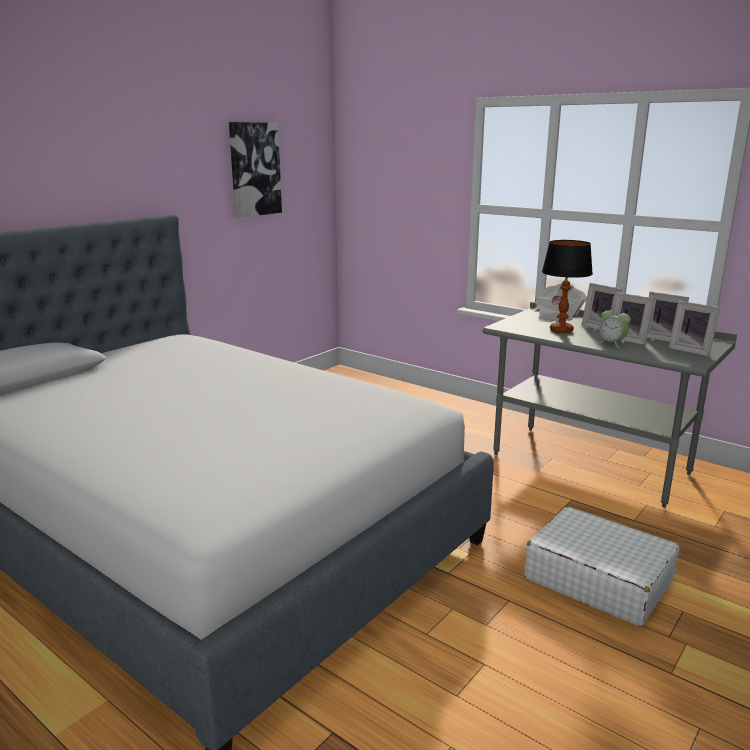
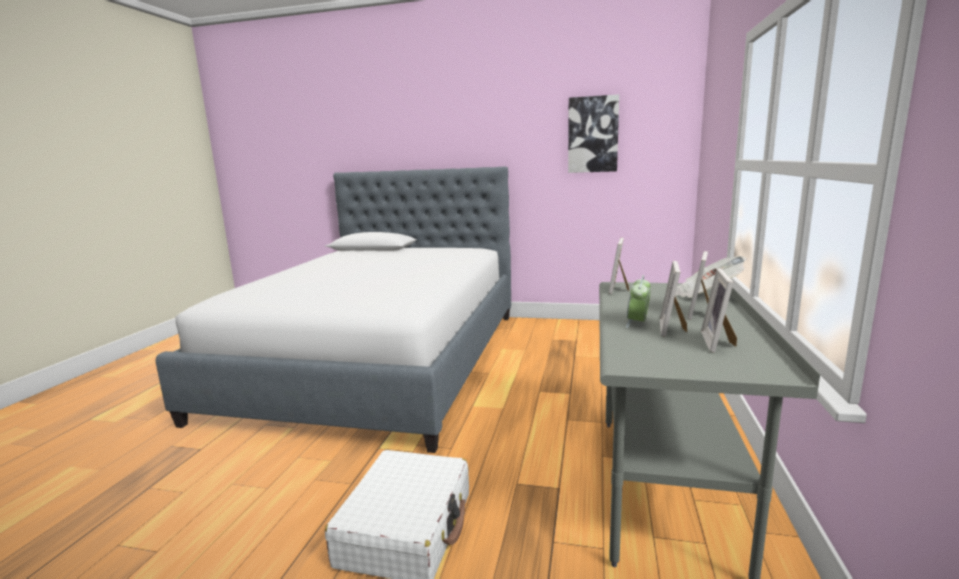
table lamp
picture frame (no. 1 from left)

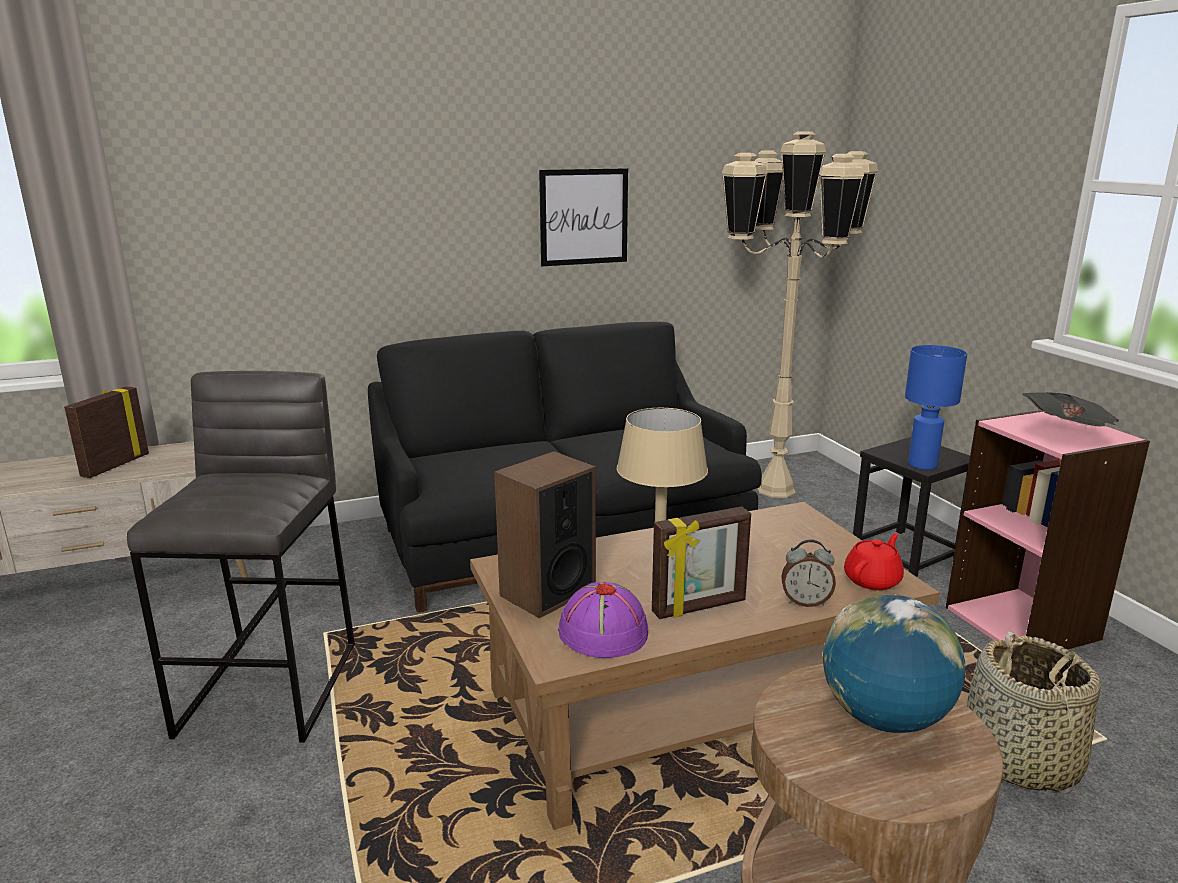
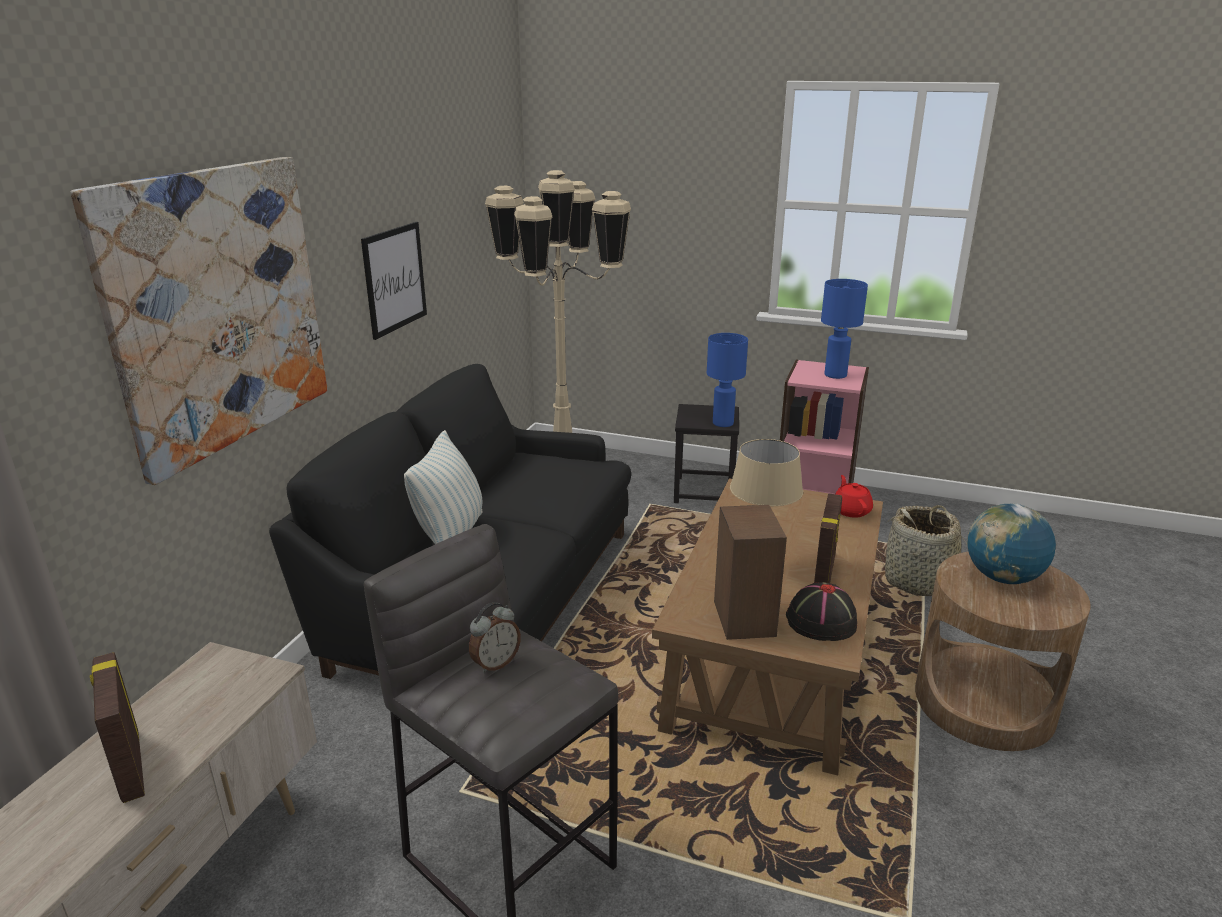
picture (no. 1 from left)
pillow
alarm clock
blue table lamp (no. 2 from left)
black hat

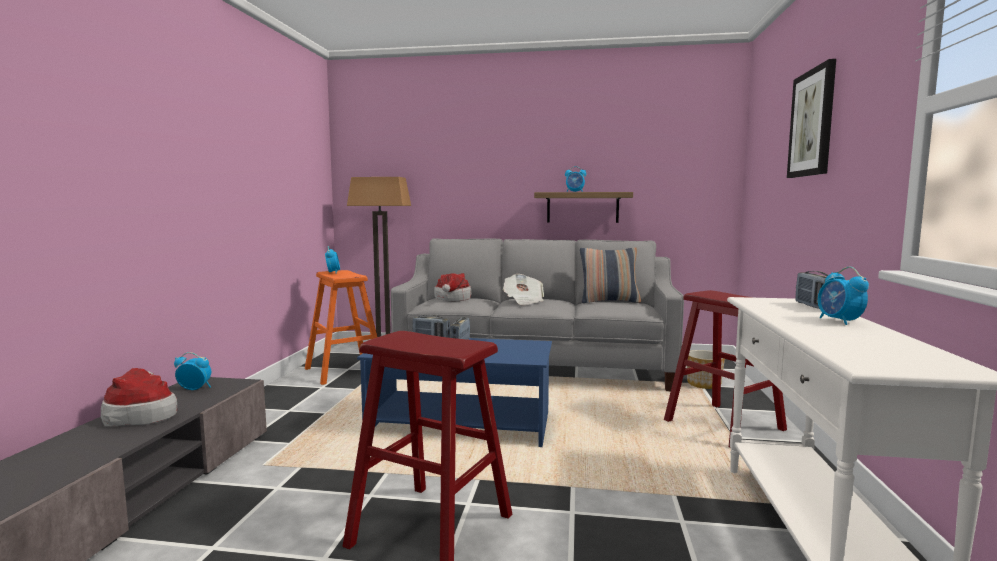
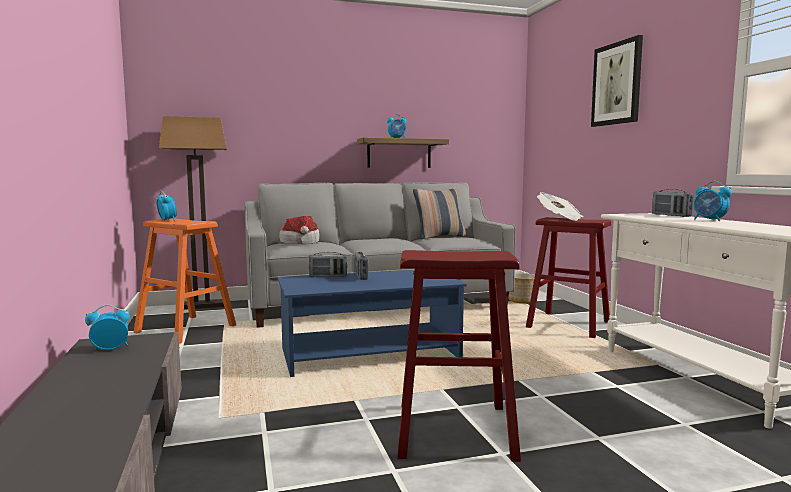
hat (no. 1 from left in the first image)
newspaper

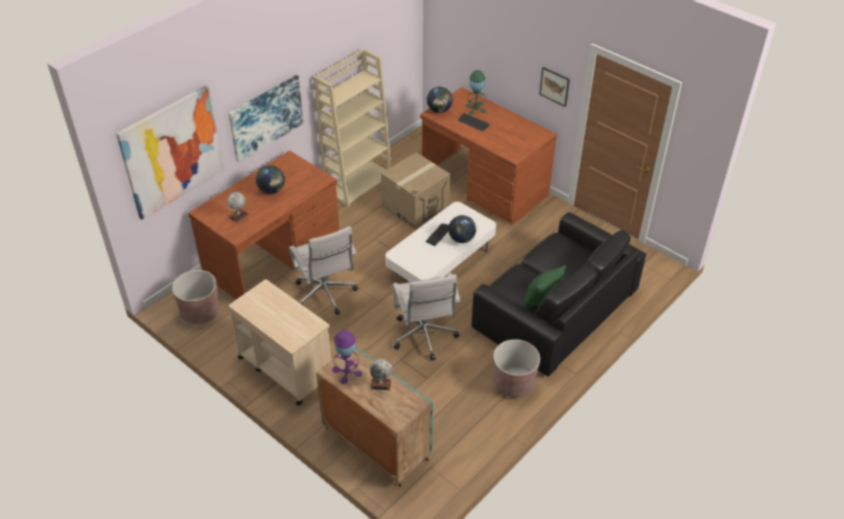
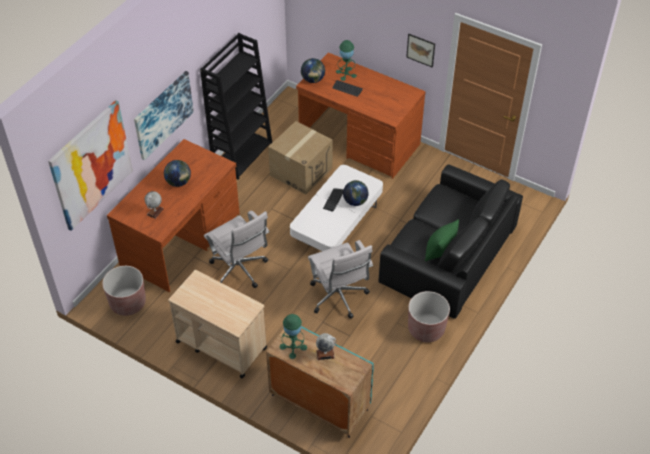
black bookcase
green table lamp (no. 1 from left)

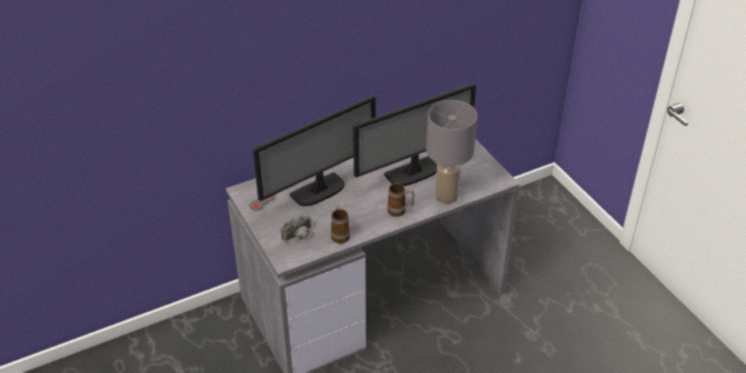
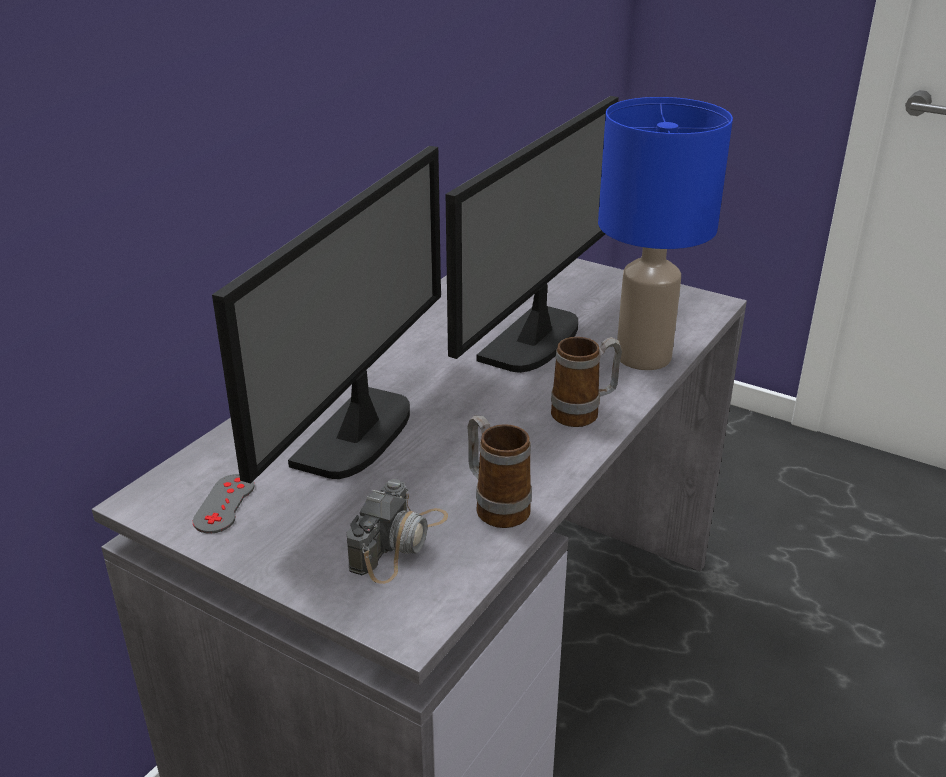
blue table lamp

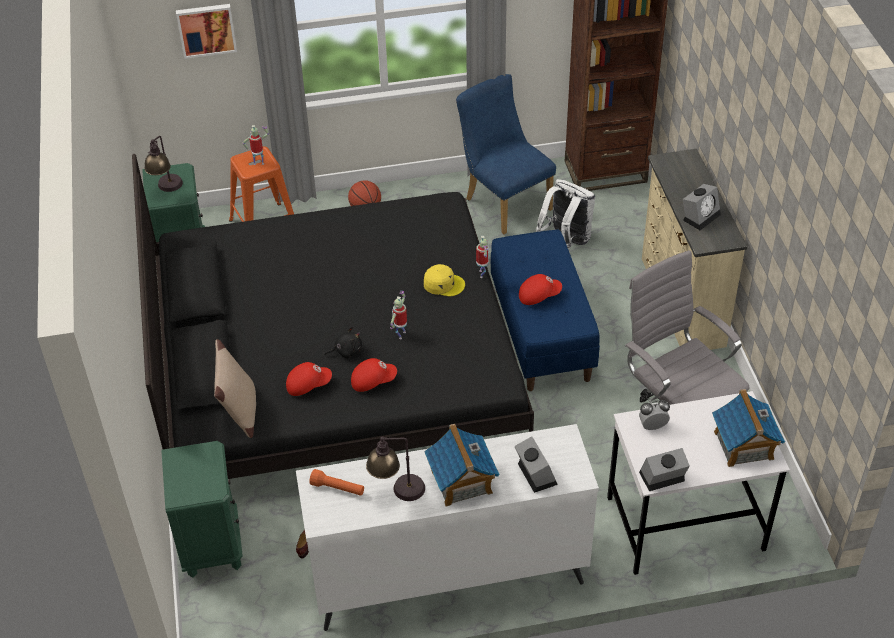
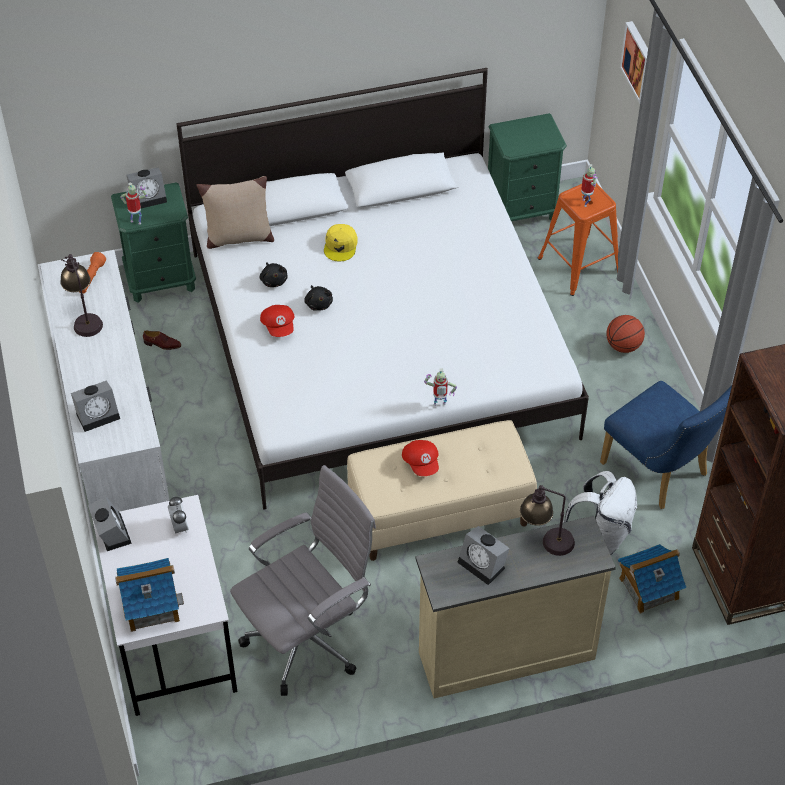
alarm clock (no. 3 from left)
table lamp (no. 2 from left)
toy robot (no. 1 from left)
yellow cap
toy house (no. 2 from left)
black plush toy (no. 1 from left)
white bed
beige bench
blue chair

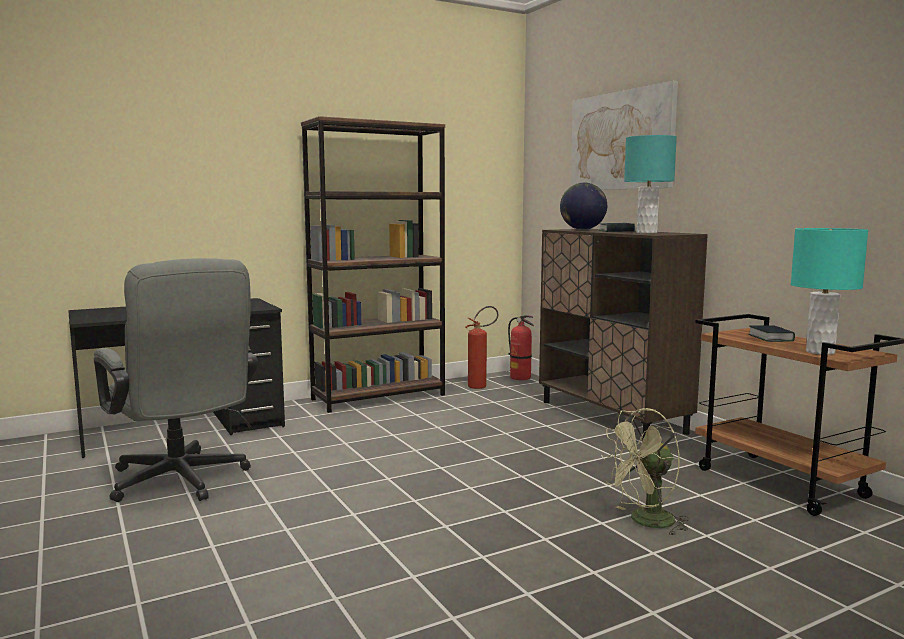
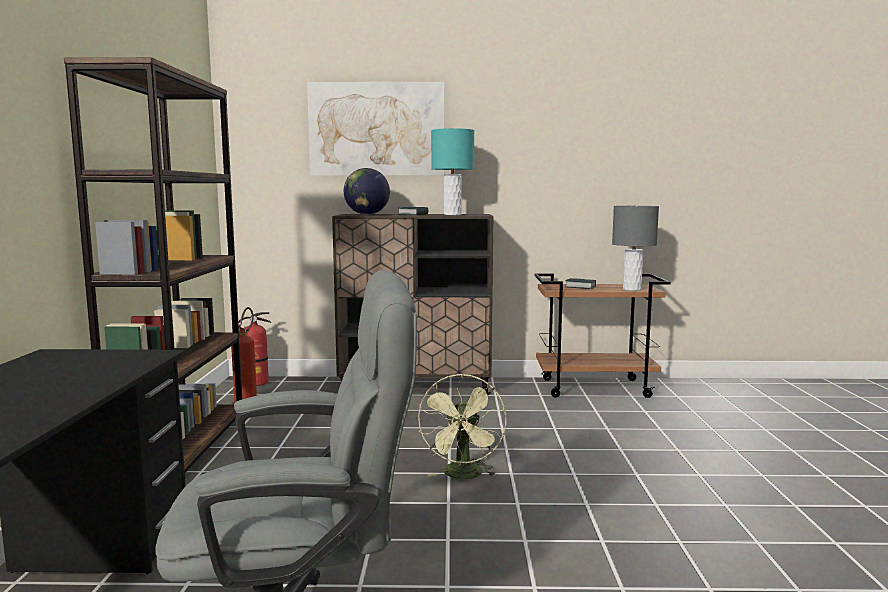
green fan
grey table lamp

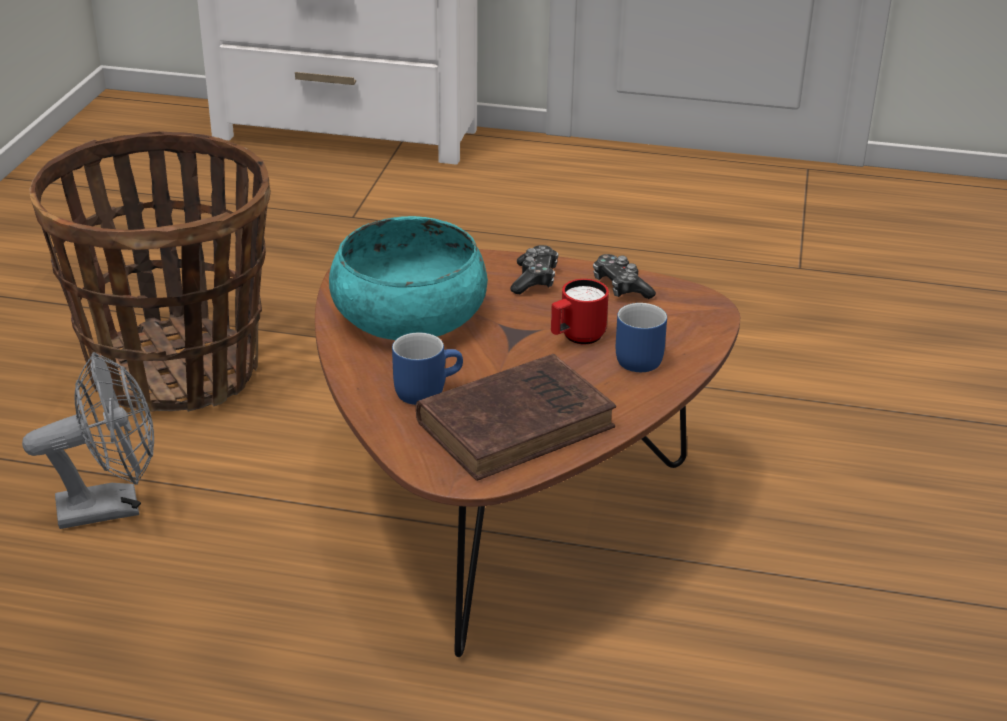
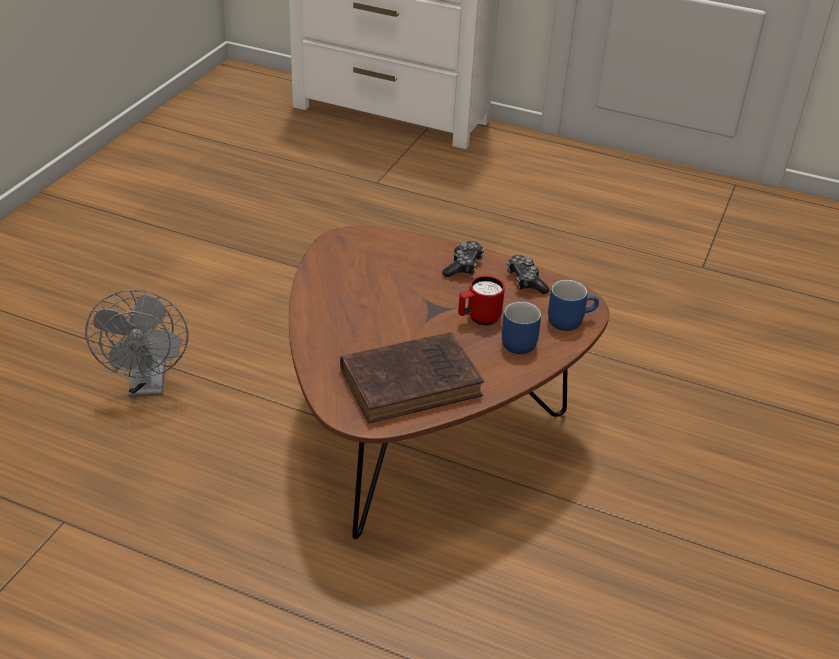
basket
turquoise bowl
blue mug (no. 2 from left)
grey fan

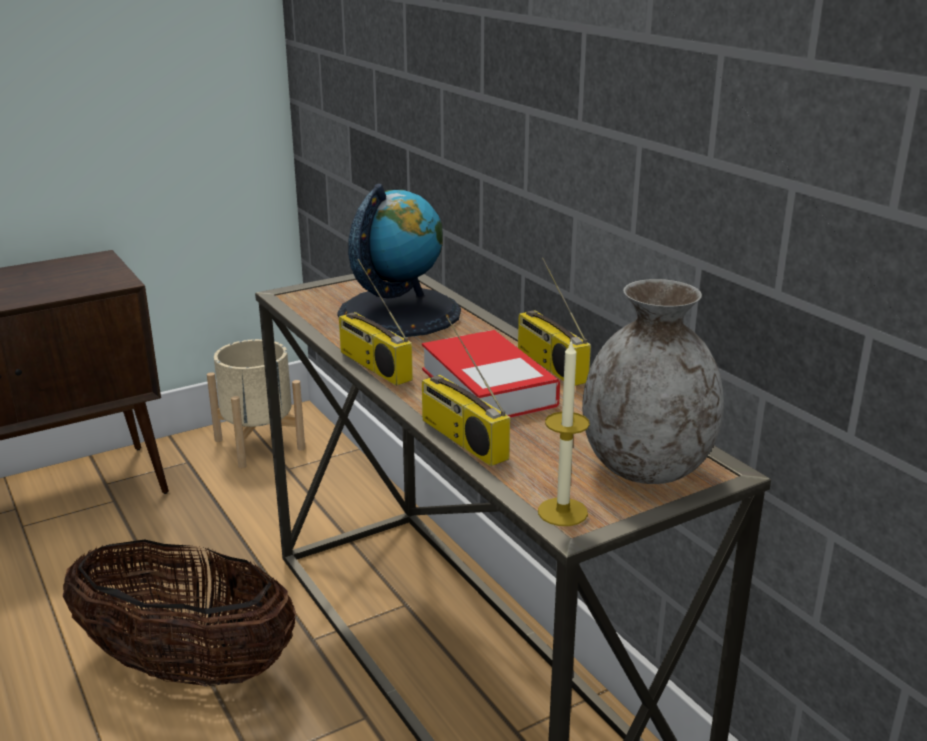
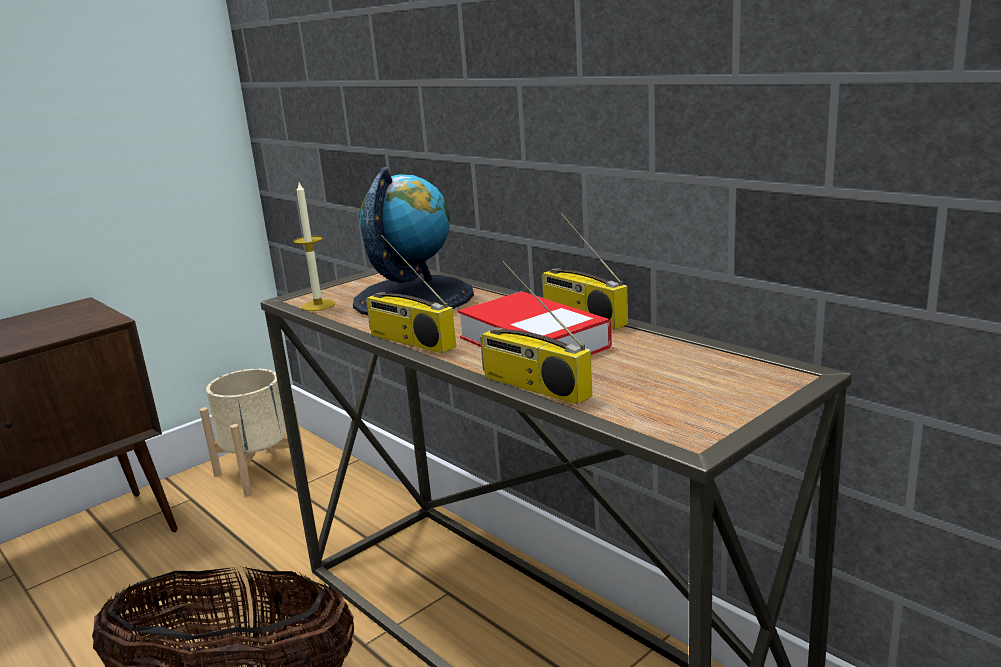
grey vase
candle

